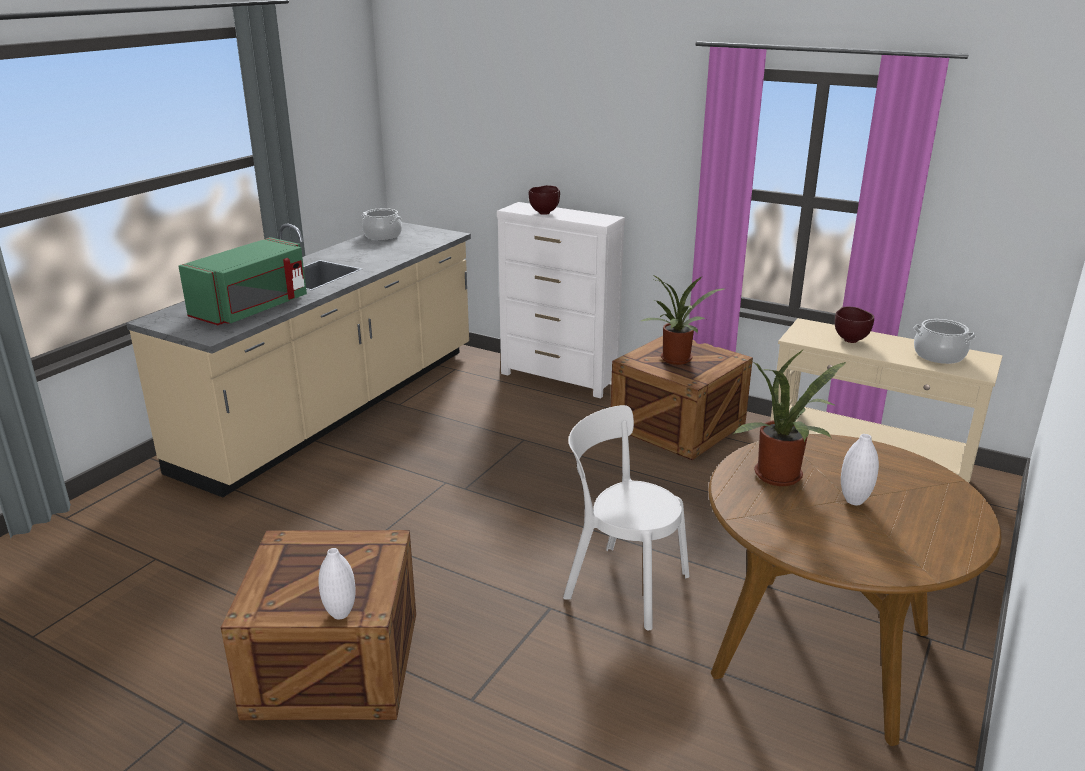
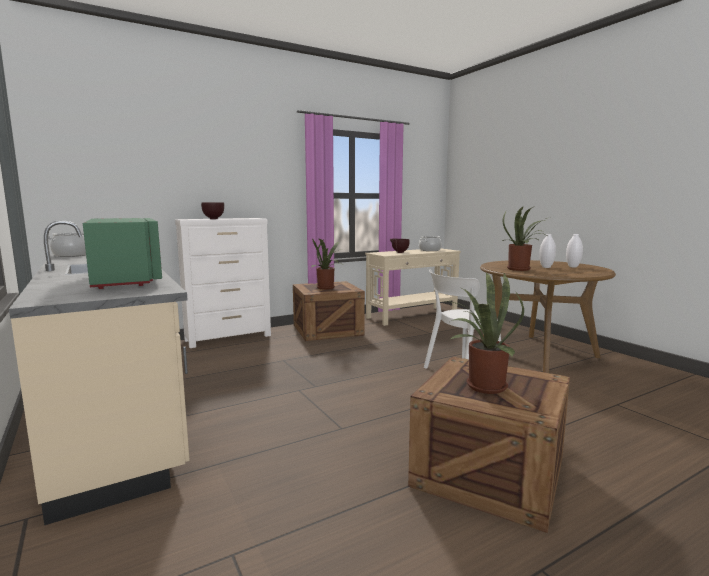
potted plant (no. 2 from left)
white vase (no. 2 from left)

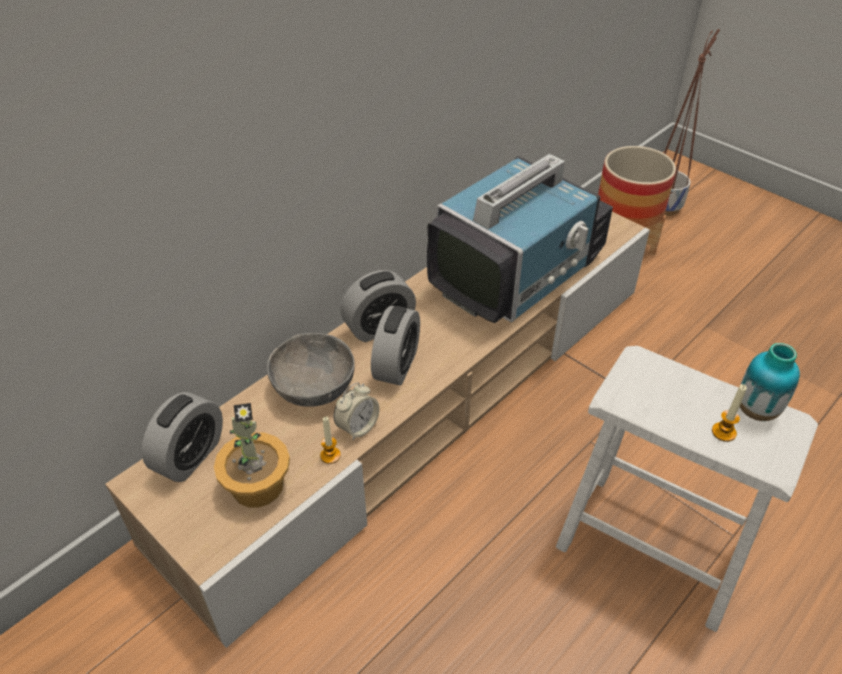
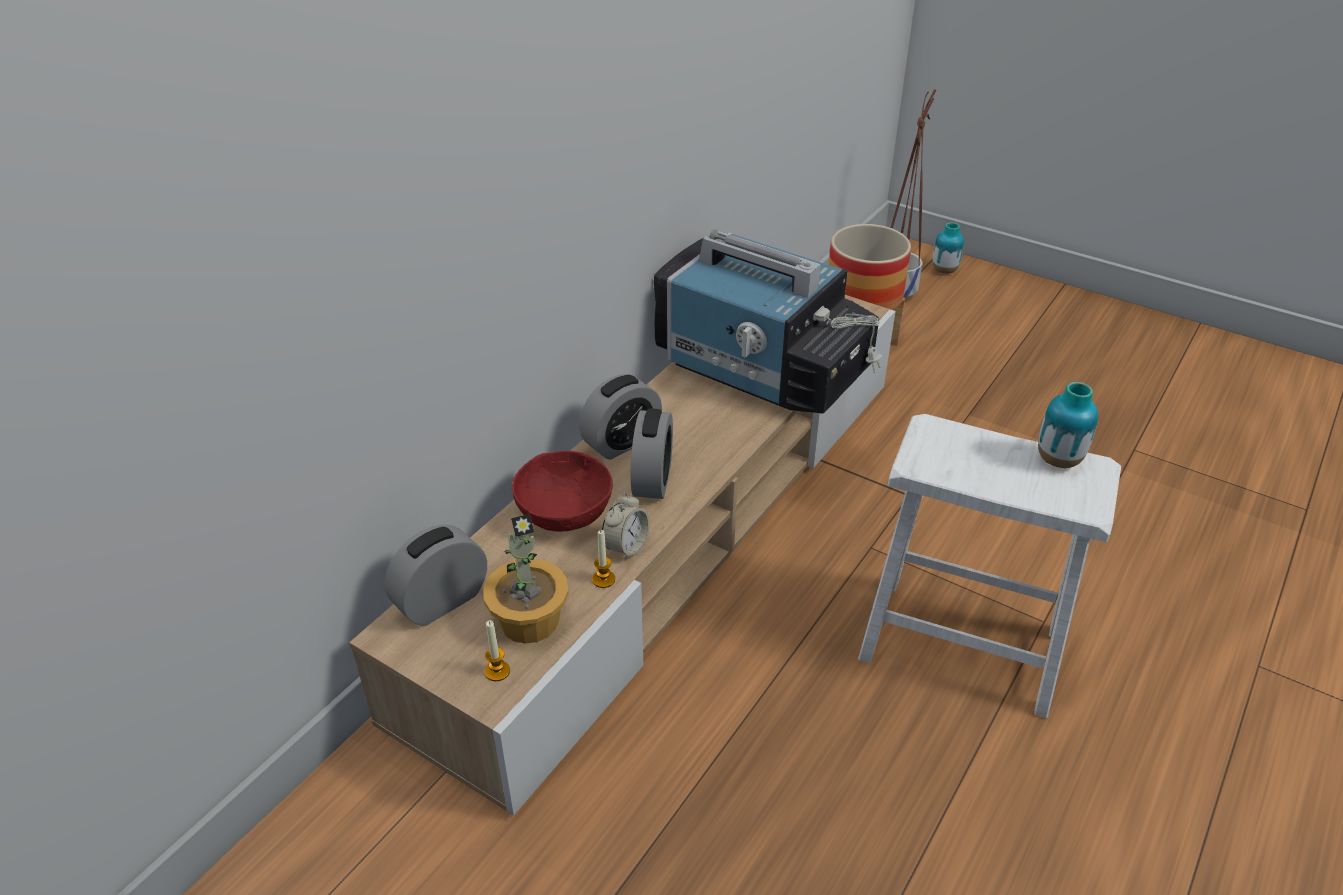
vase (no. 1 from left)
candle (no. 1 from left)
red bowl
alarm clock (no. 1 from left)
television

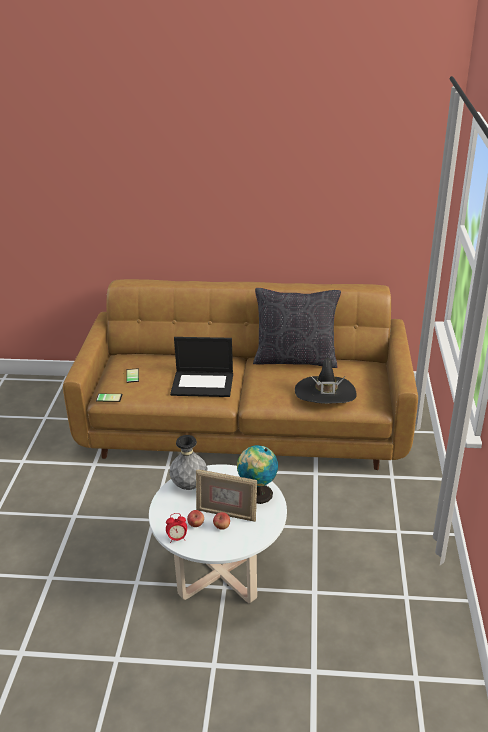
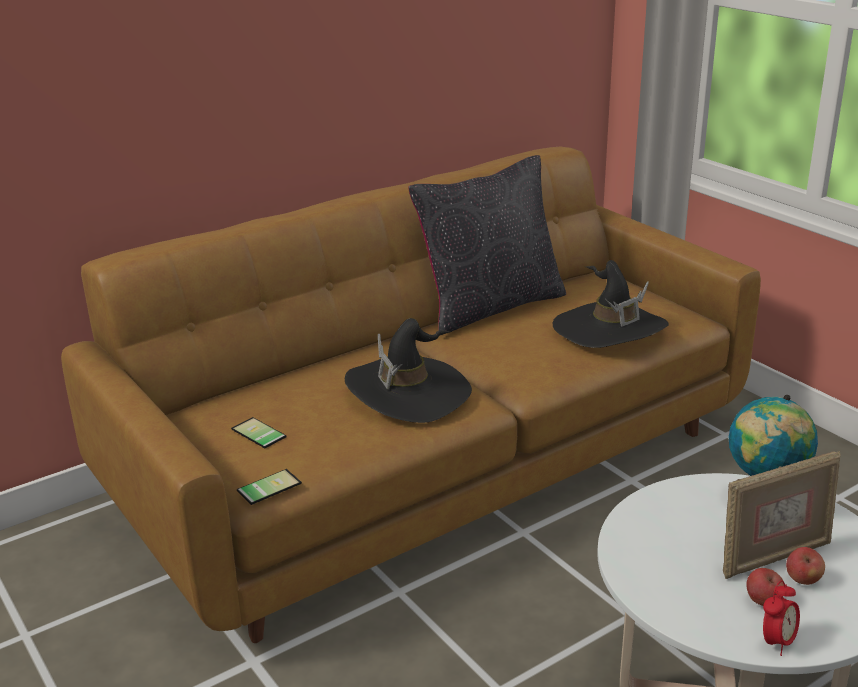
grey vase
black hat (no. 1 from left)

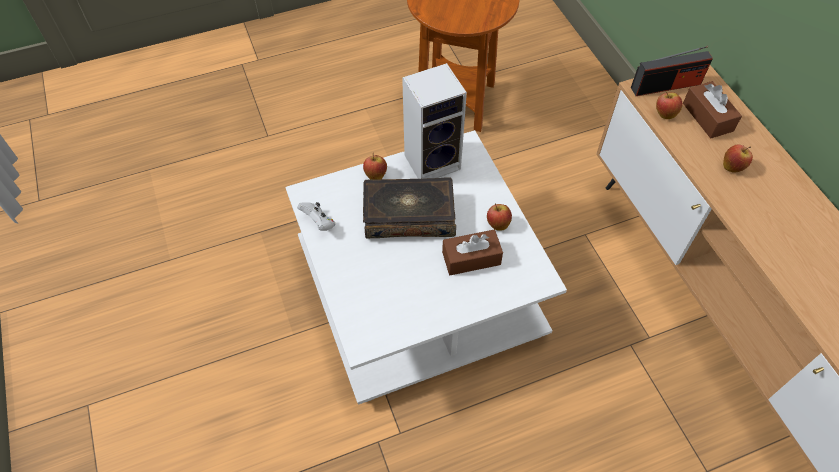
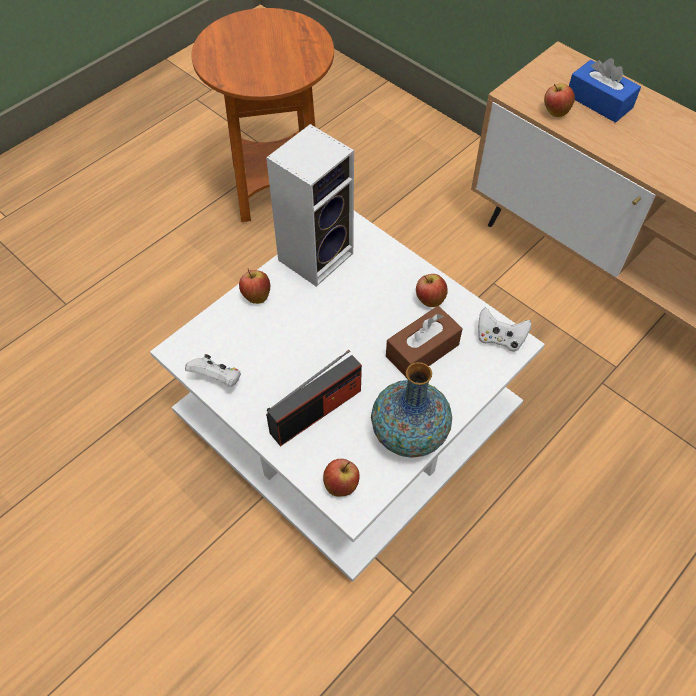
book
vase
white game controller (no. 2 from left)
radio
apple (no. 2 from left)
blue tissue box

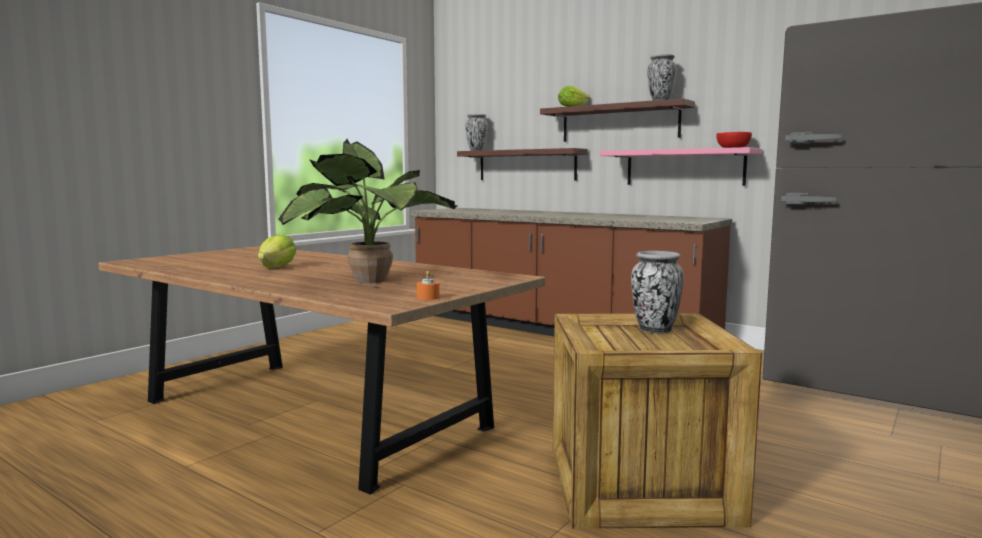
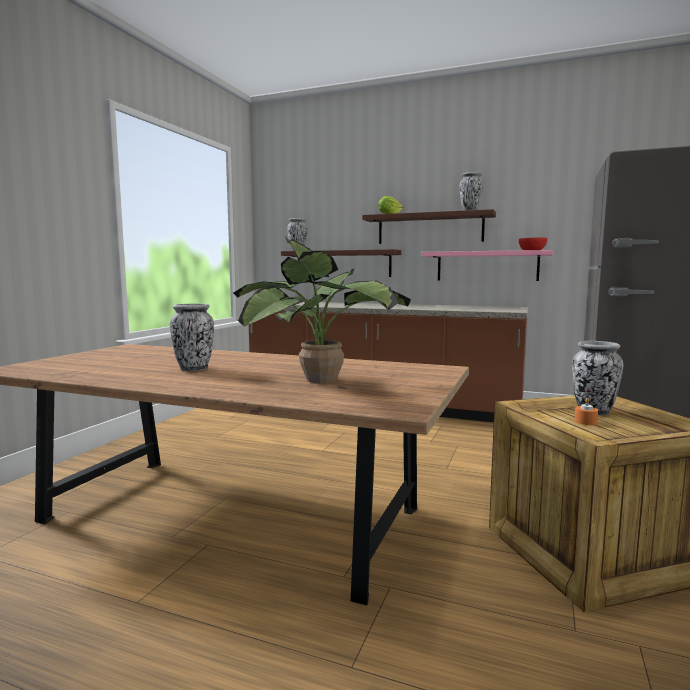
orange candle
vase (no. 1 from left)

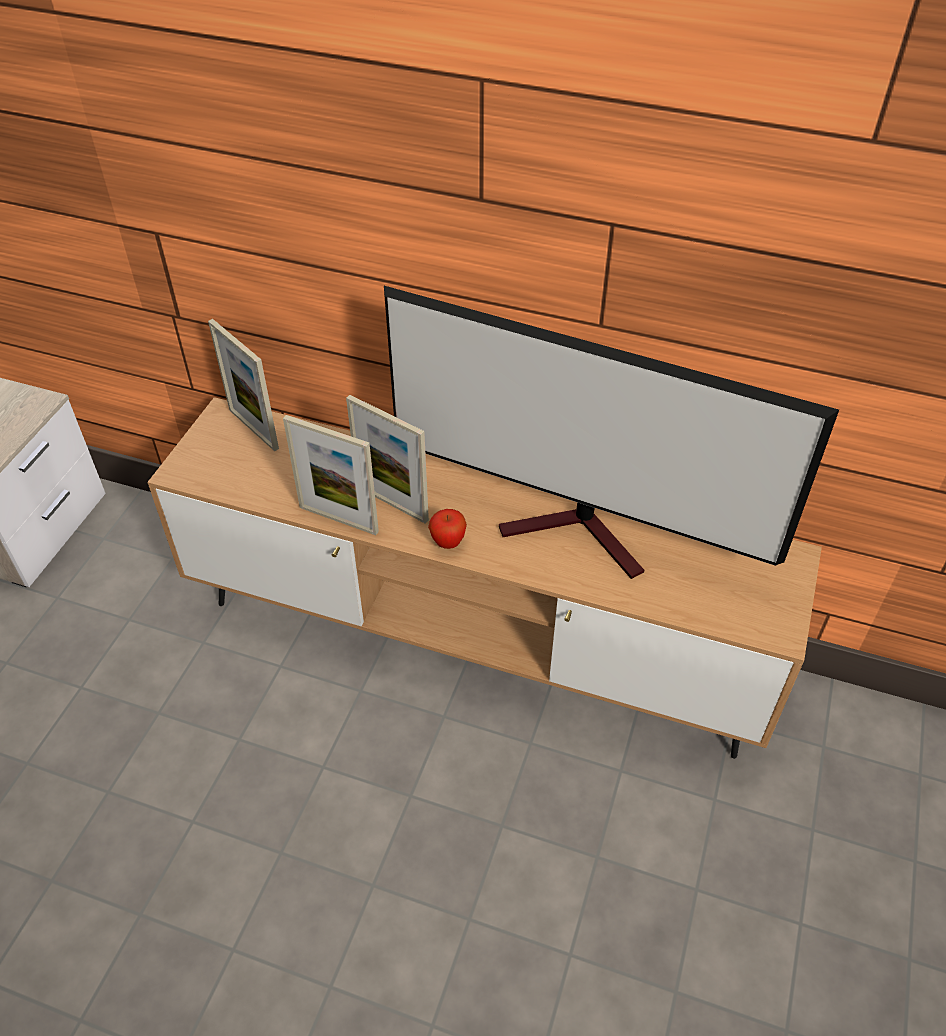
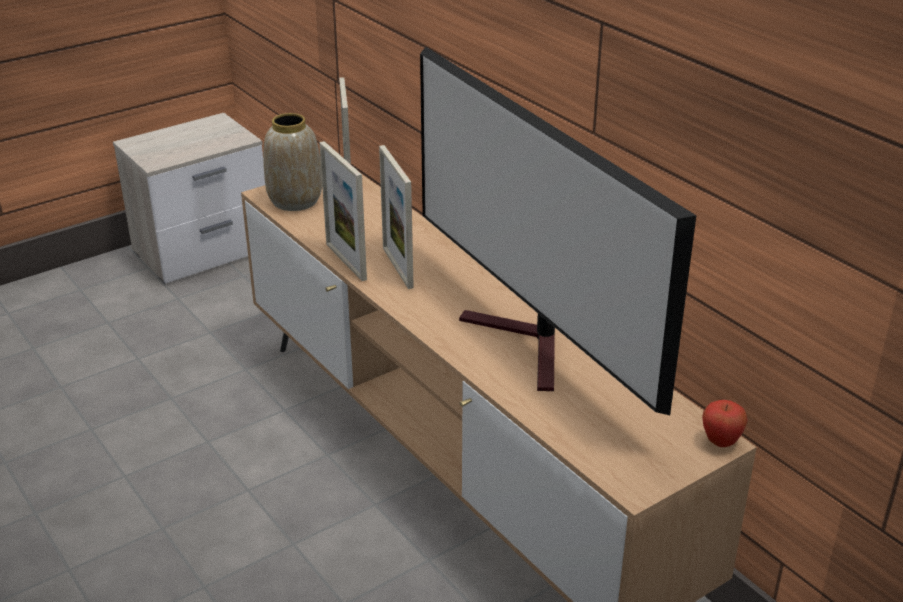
vase
apple

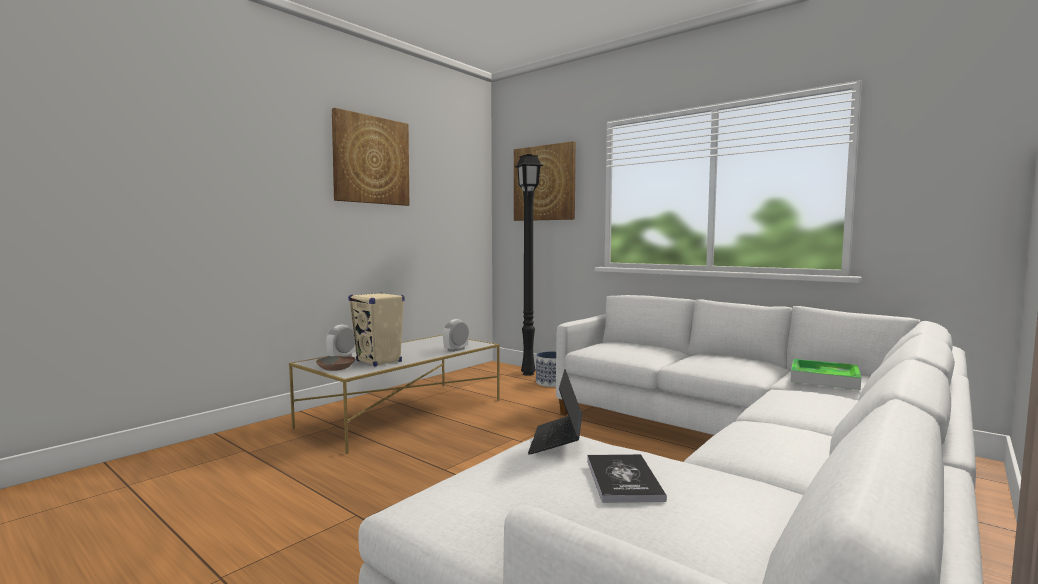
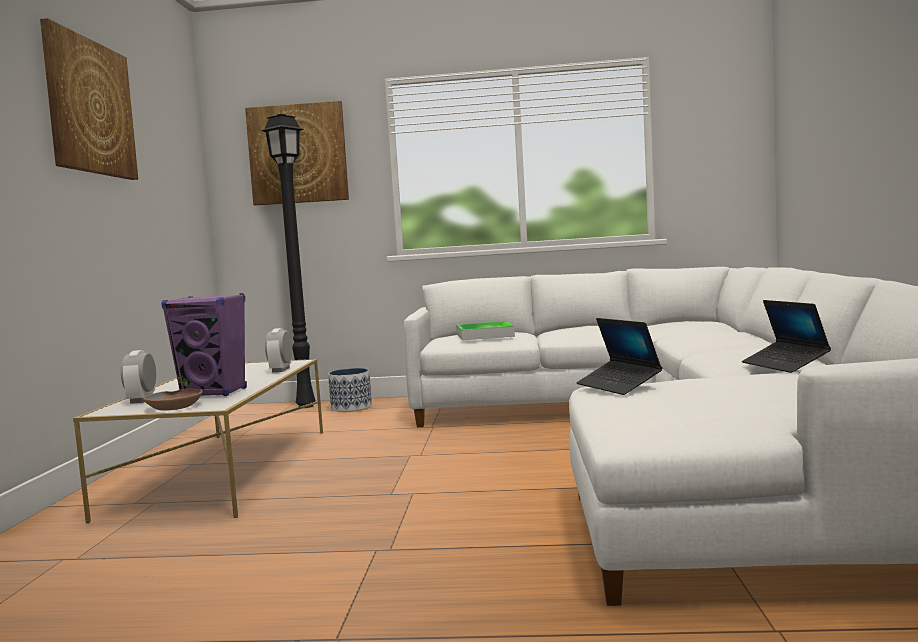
book
laptop (no. 2 from left)
tray
purple speaker

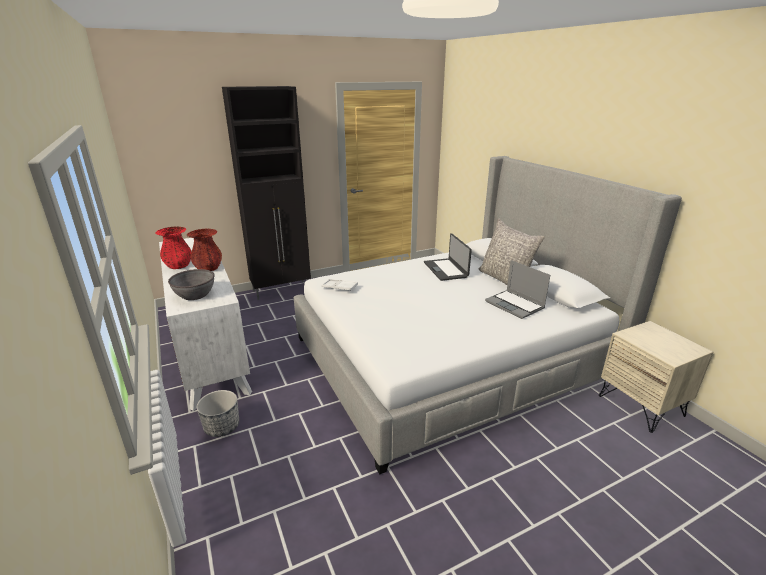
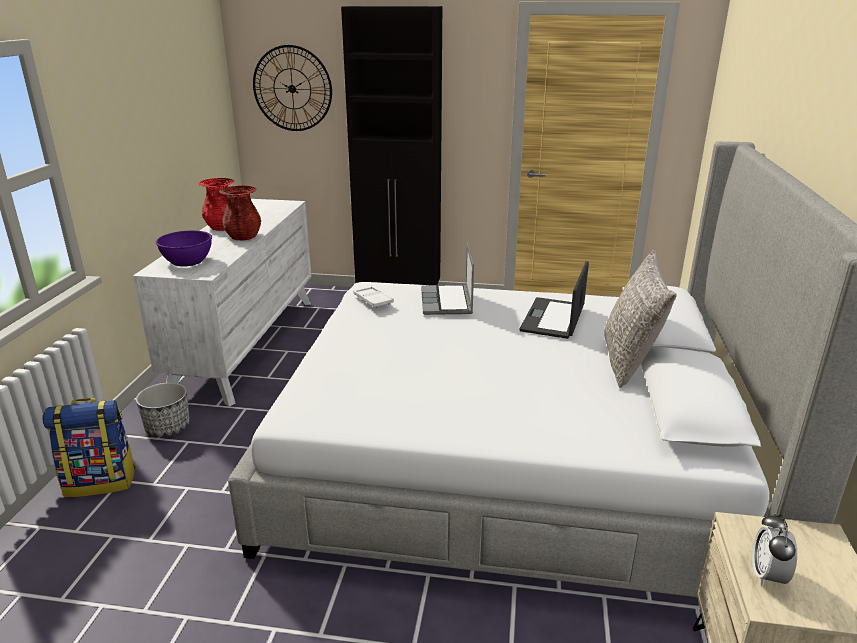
backpack
wall clock
alarm clock
laptop (no. 1 from left)
purple bowl

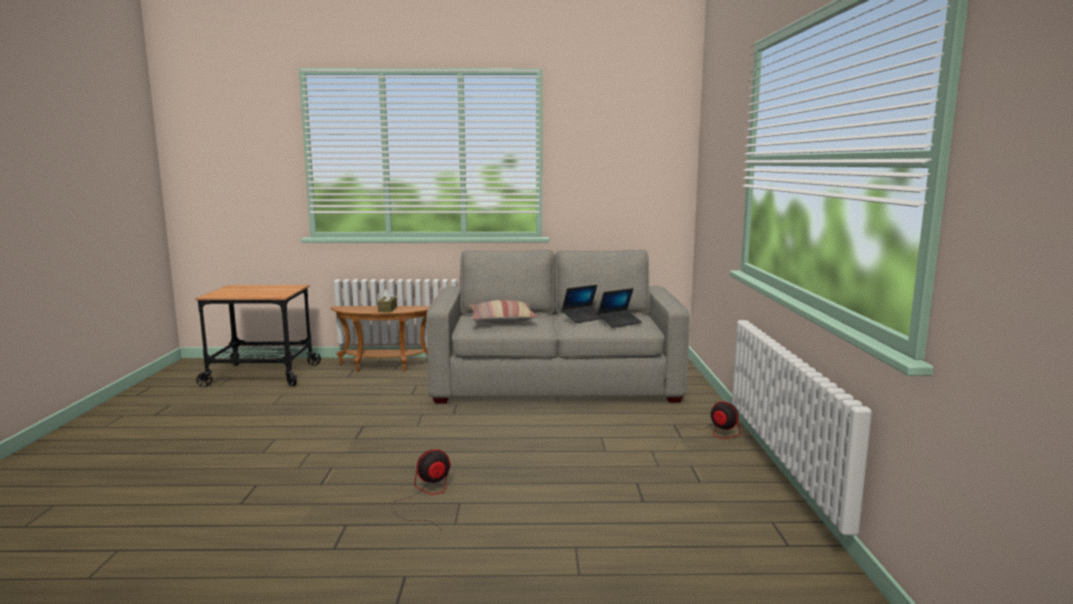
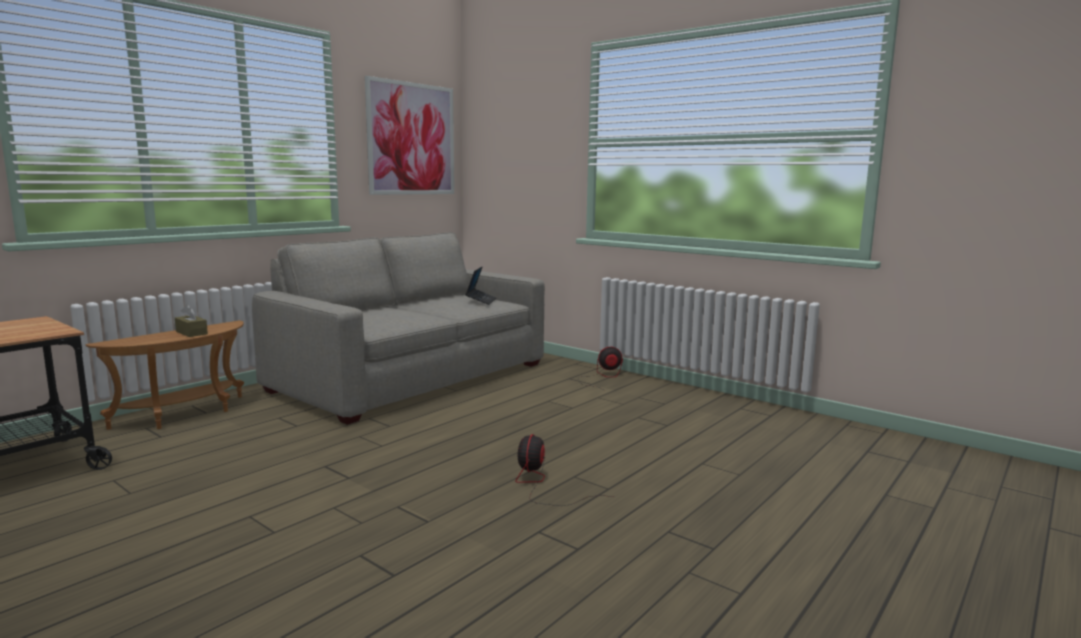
pillow
laptop (no. 1 from left in the first image)
picture

